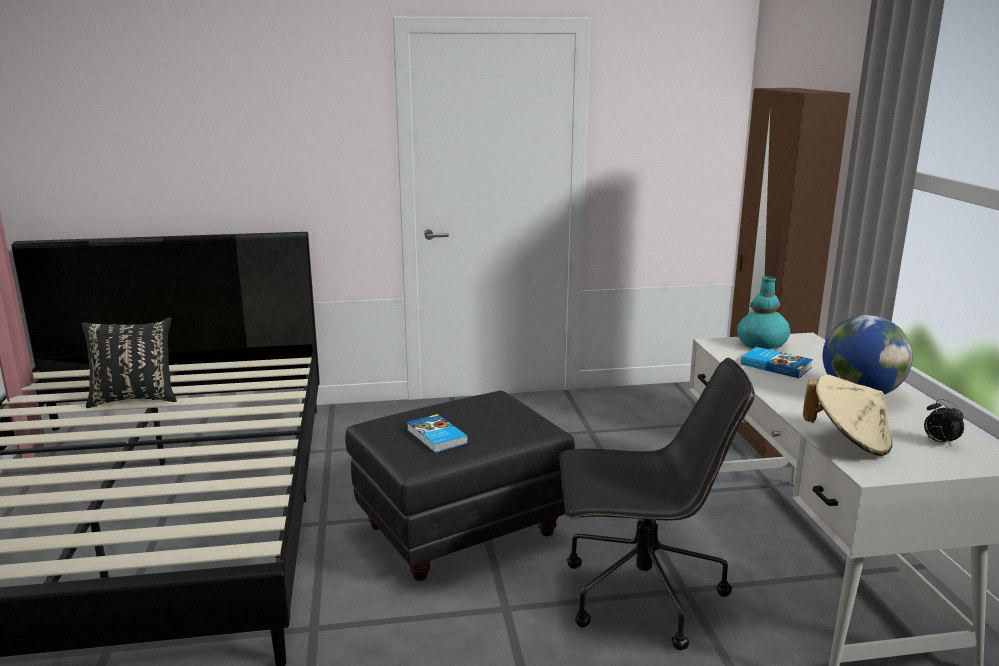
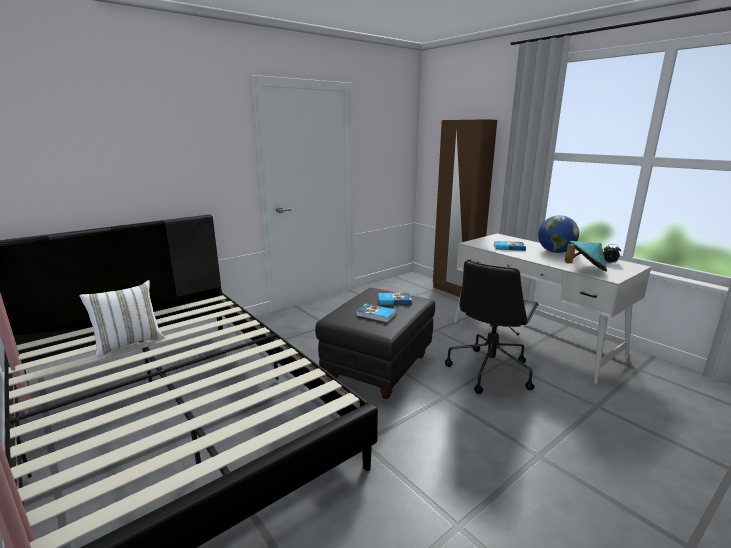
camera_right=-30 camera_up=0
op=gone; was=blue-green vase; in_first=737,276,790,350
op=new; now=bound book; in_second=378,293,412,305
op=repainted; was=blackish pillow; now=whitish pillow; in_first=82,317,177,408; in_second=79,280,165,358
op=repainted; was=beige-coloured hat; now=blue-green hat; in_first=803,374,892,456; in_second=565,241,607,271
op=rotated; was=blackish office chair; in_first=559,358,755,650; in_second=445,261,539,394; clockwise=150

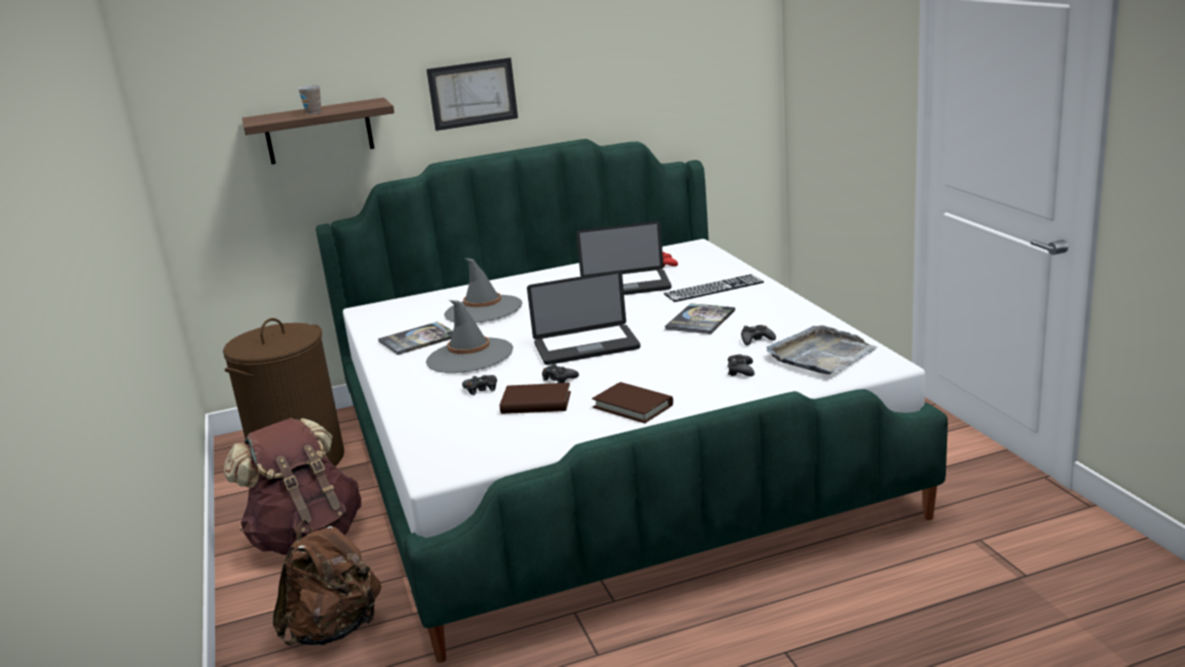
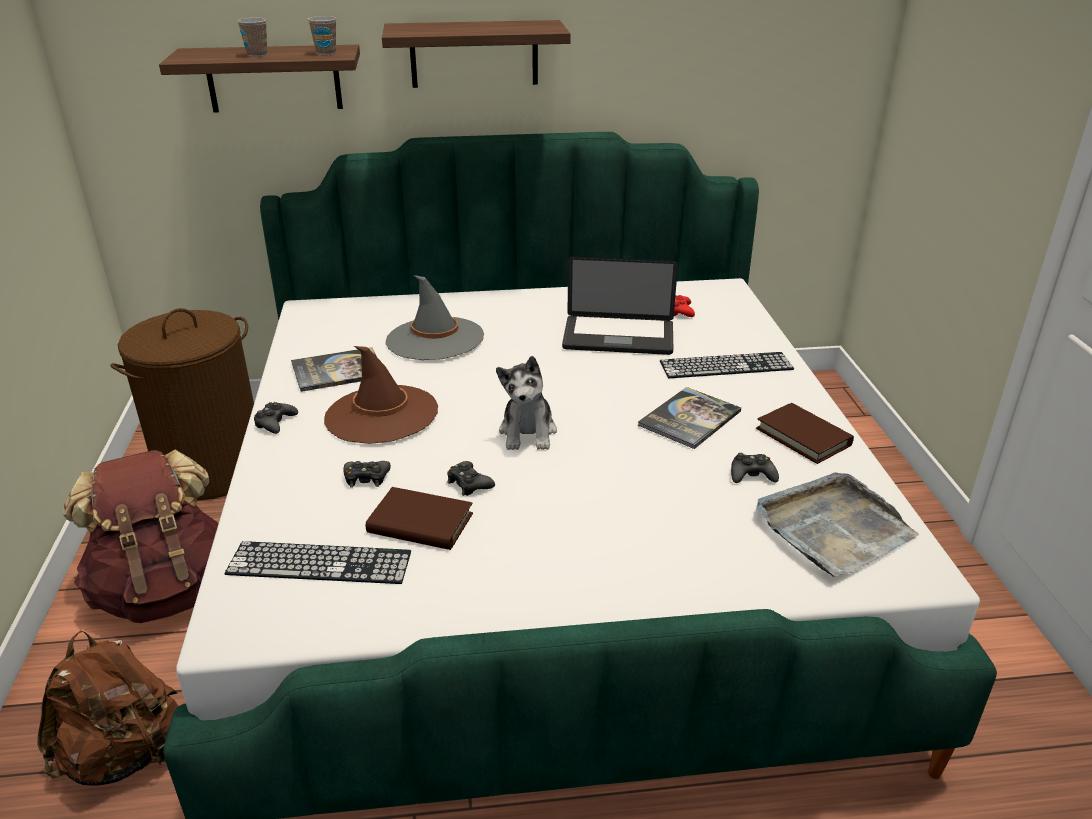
camera_right=10 camera_up=10
op=new; now=keyboard; in_second=224,541,411,584
op=new; now=small cup; in_second=308,16,337,55
op=shifted; was=brownish bound book; in_first=592,382,673,423; in_second=756,403,854,464
op=shifted; was=blackish gamepad; in_first=727,354,755,376; in_second=254,402,298,434
op=swapped; was=wall art; now=wall shelf; in_first=426,58,518,131; in_second=382,20,571,88
op=swapped; was=laptop; now=cuddly toy; in_first=527,271,640,365; in_second=496,356,557,450
op=repainted; was=greyish hat; now=brownish hat; in_first=426,300,513,373; in_second=324,346,438,444

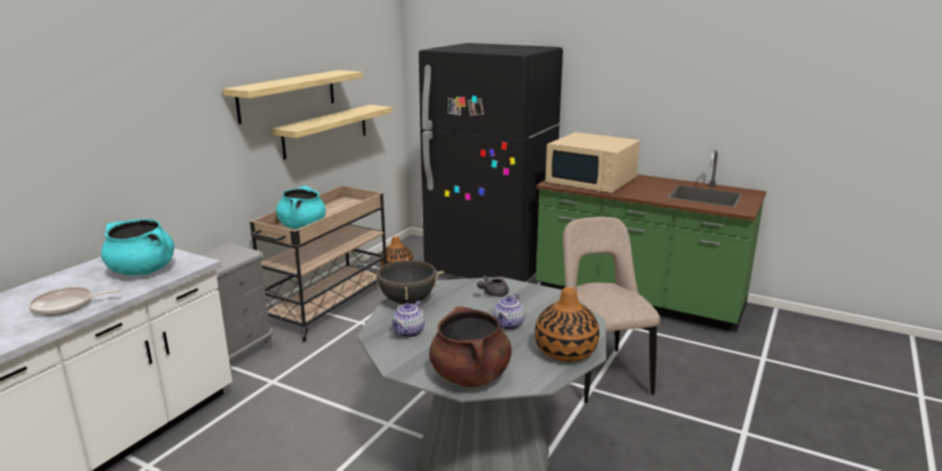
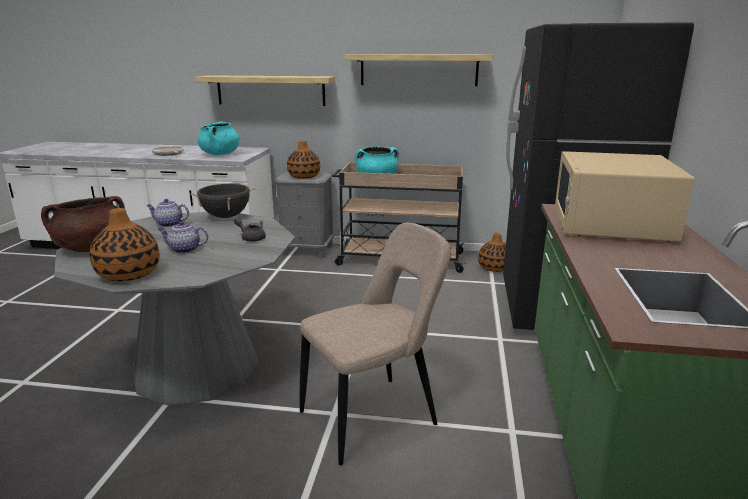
camera_right=70 camera_up=0
op=new; now=vase; in_second=287,141,320,179
op=shifted; was=wall shelf; in_first=271,105,393,160; in_second=195,75,335,106

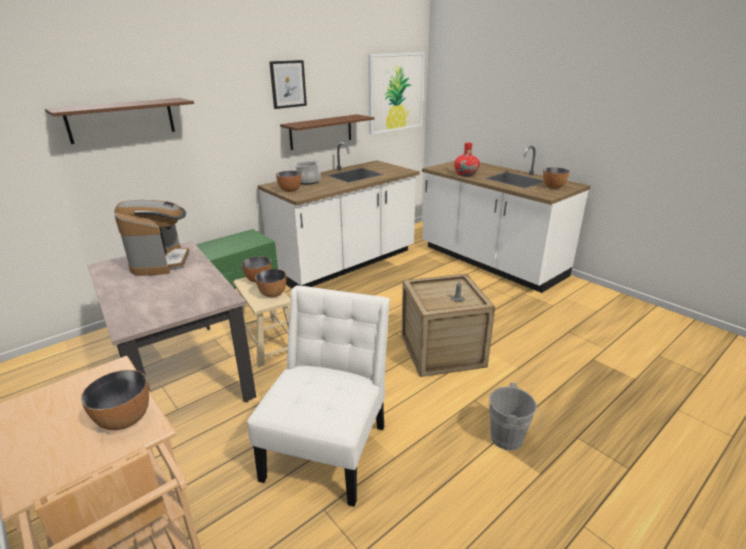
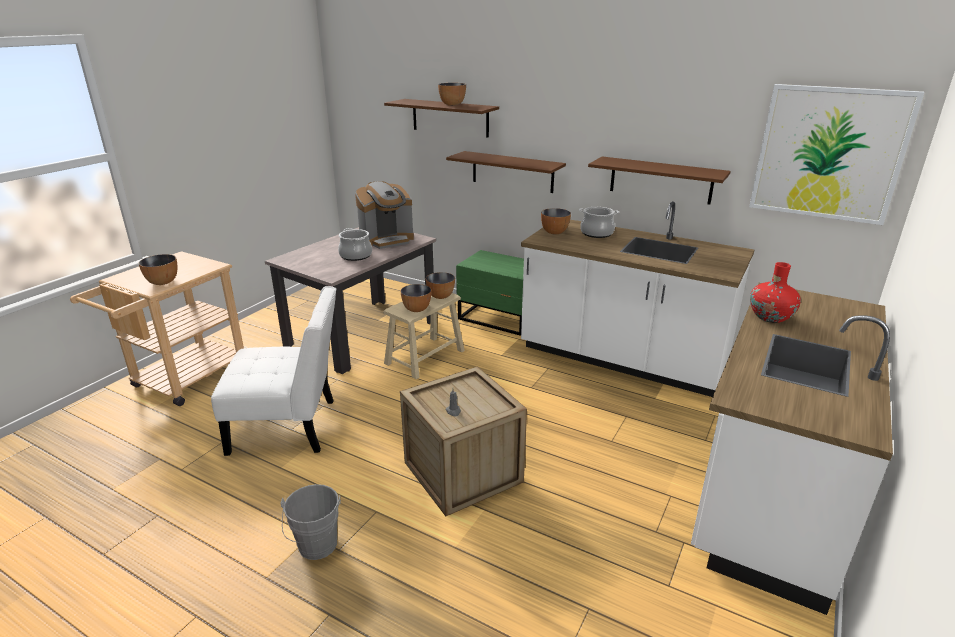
camera_right=70 camera_up=0
op=gone; was=wall art; in_first=269,60,307,109
op=new; now=stockpot; in_second=338,228,372,261
op=new; now=brownish wall shelf; in_second=446,151,566,193
op=shifted; was=serving bowl; in_first=543,167,570,189; in_second=438,83,466,106

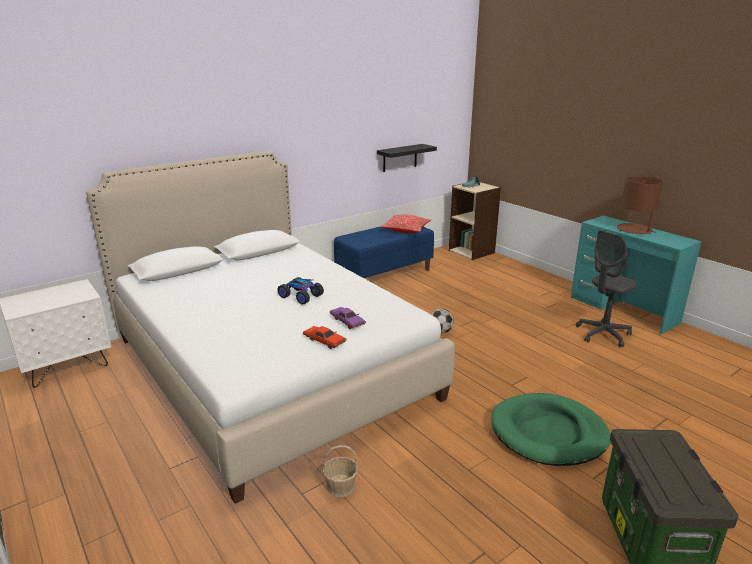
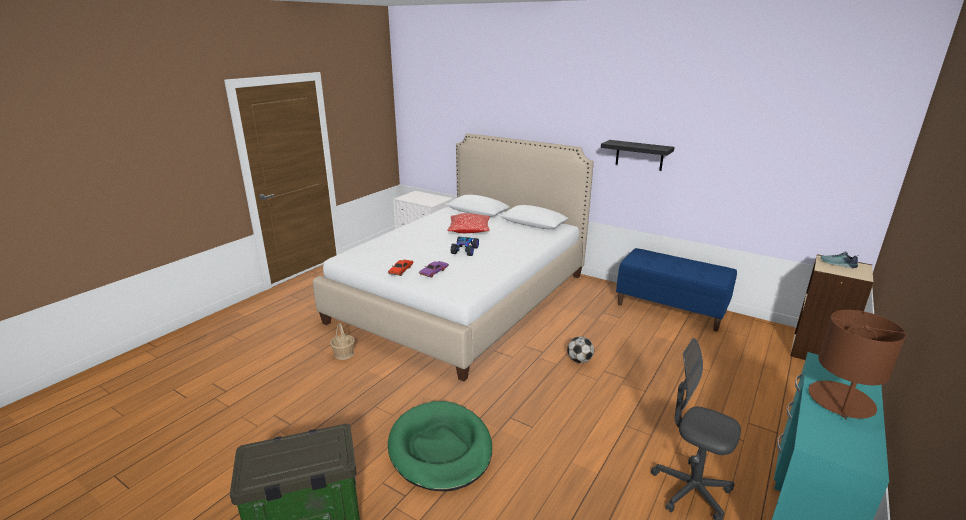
camera_right=70 camera_up=0
op=shifted; was=blackish wall shelf; in_first=377,144,437,172; in_second=601,140,675,171
op=shifted; was=pillow; in_first=381,215,431,233; in_second=447,213,490,233

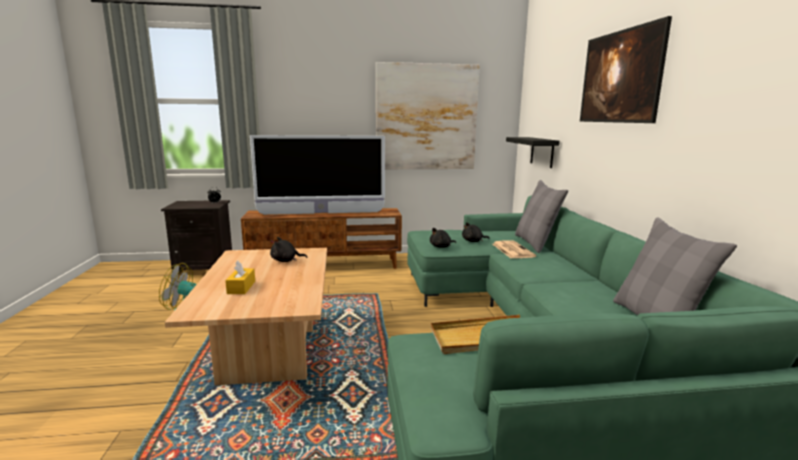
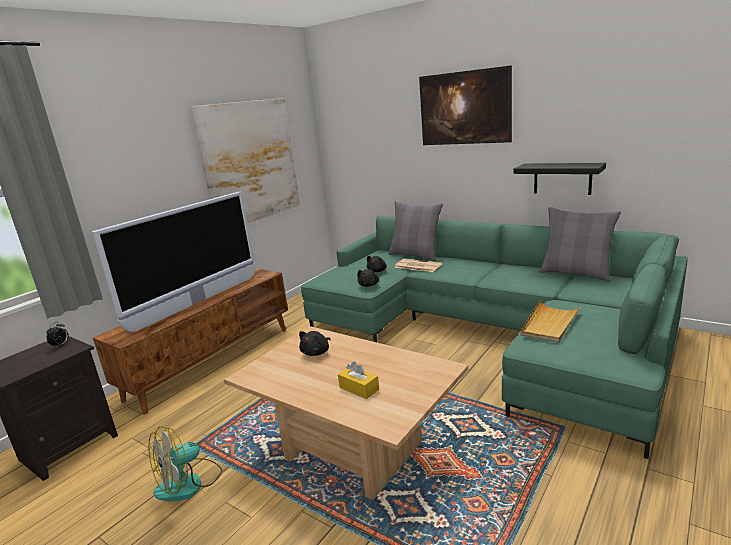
camera_right=-45 camera_up=5
op=shifted; was=blackish wall shelf; in_first=506,137,560,168; in_second=514,163,606,195

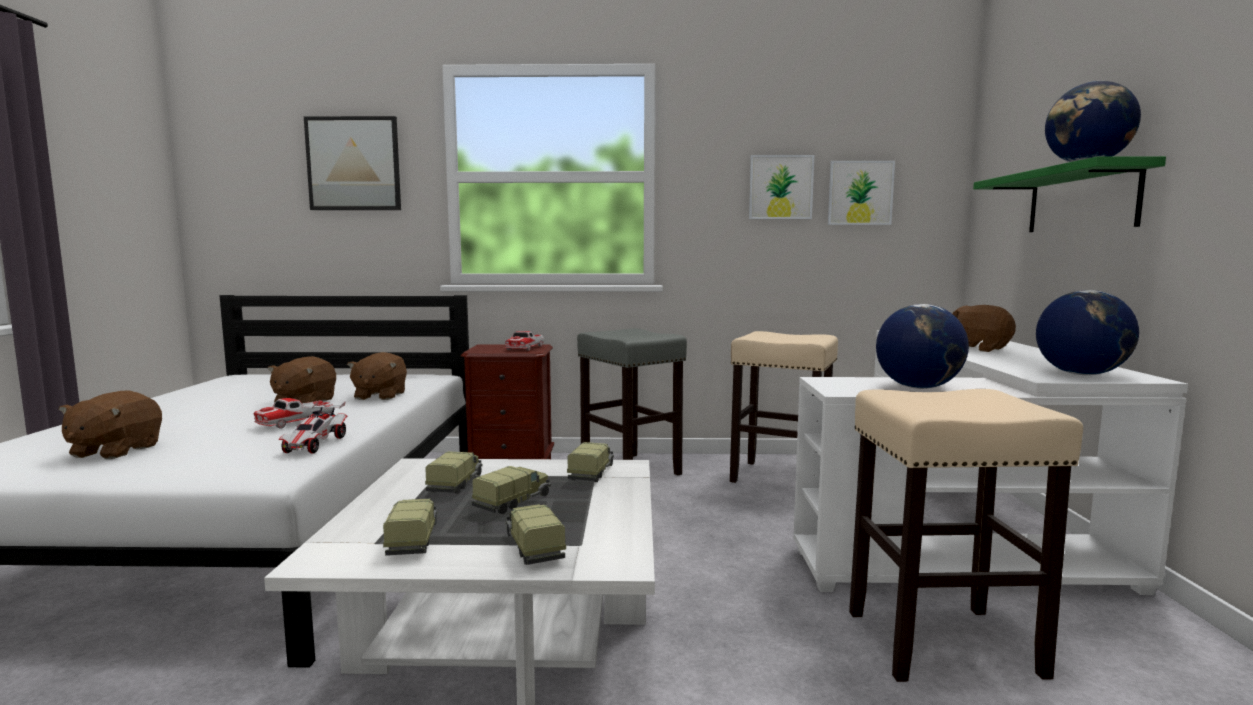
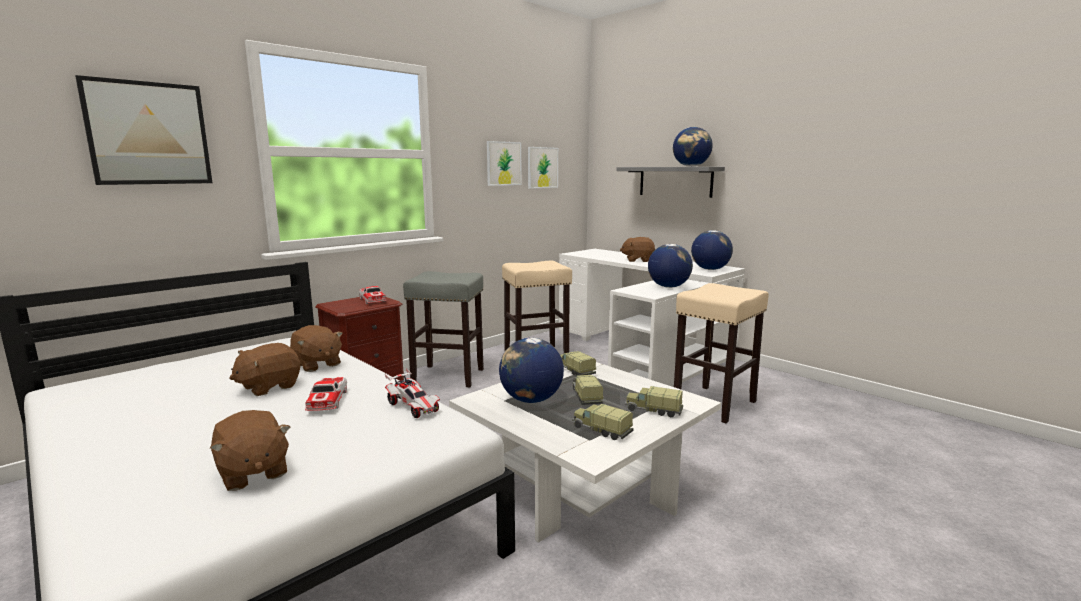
camera_right=-45 camera_up=5
op=swapped; was=model truck; now=globe; in_first=425,451,483,494; in_second=499,338,564,403
op=repainted; was=greenish wall shelf; now=greyish wall shelf; in_first=973,156,1166,232; in_second=616,167,725,198
op=rotated; was=brownish cuddly toy; in_first=267,356,336,403; in_second=230,343,300,396; clockwise=75

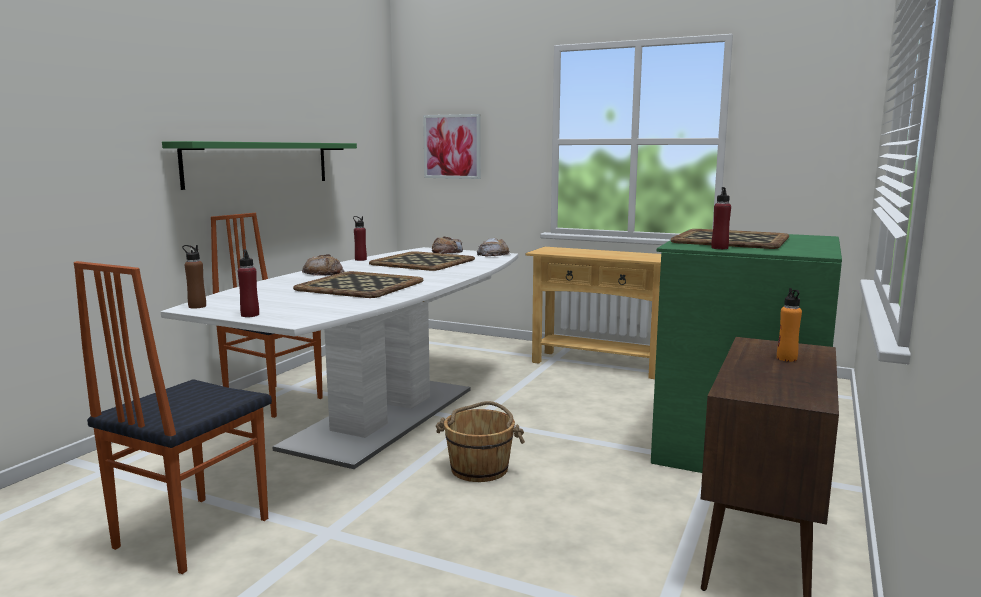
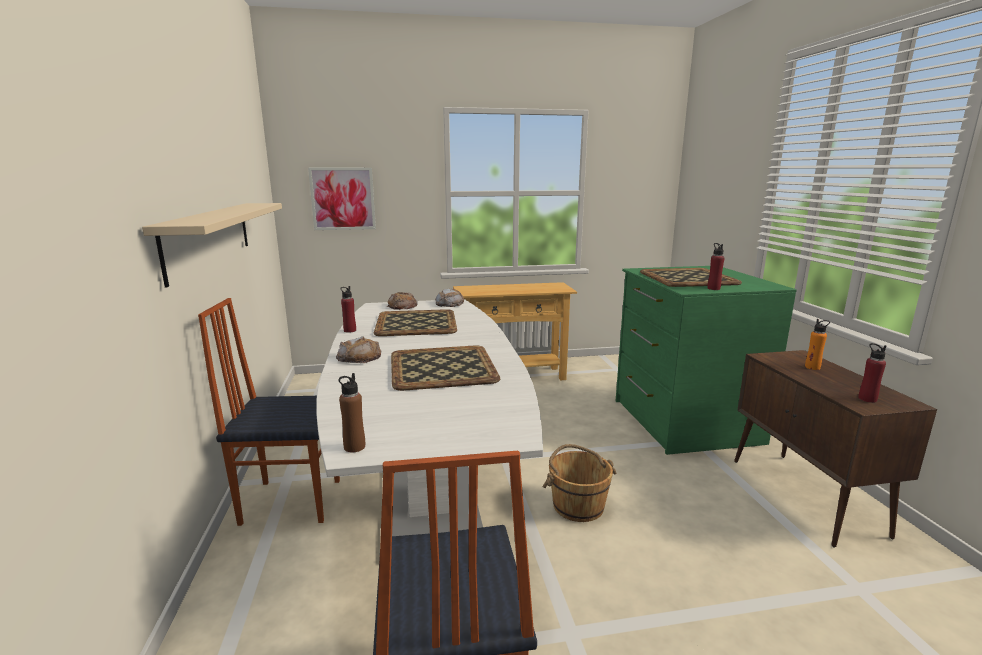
camera_right=-35 camera_up=5
op=shifted; was=red drink bottle; in_first=238,249,259,317; in_second=858,343,886,403
op=repainted; was=greenish wall shelf; now=beige-coloured wall shelf; in_first=162,141,357,190; in_second=142,203,282,287

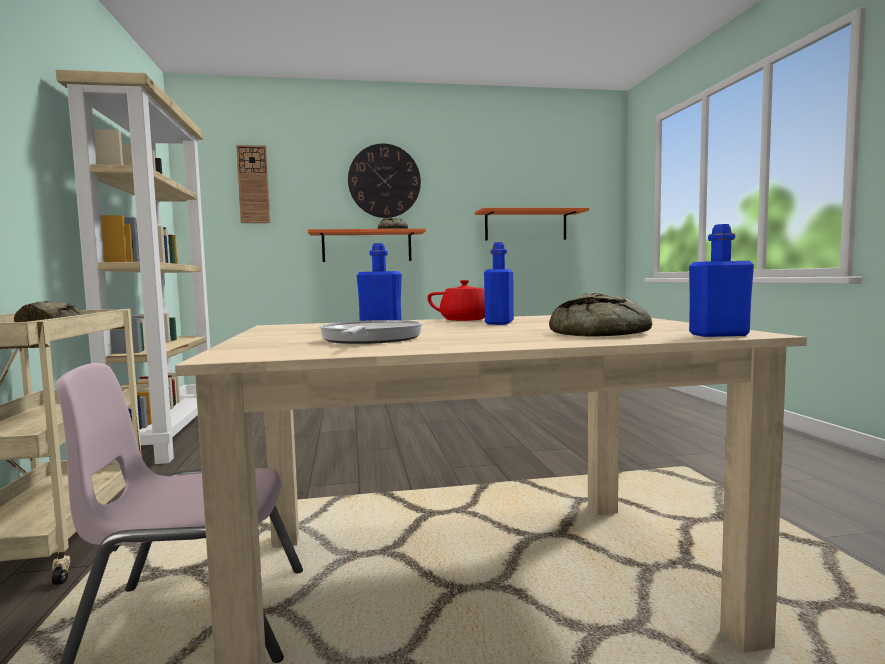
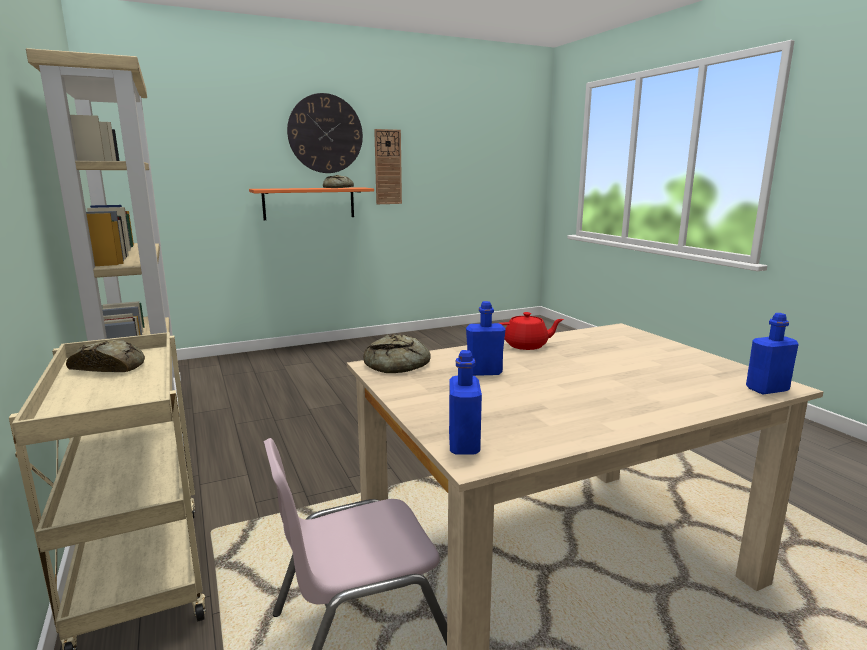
camera_right=-15 camera_up=10
op=gone; was=frying pan; in_first=319,320,422,344
op=gone; was=orange wall shelf; in_first=475,208,589,240
op=shifted; was=hanging clock; in_first=236,145,270,223; in_second=374,129,402,204
op=shifted; was=blue-coloured drink bottle; in_first=484,242,514,325; in_second=449,350,482,454
op=shifted; was=baked bread; in_first=549,293,652,336; in_second=363,334,431,373

